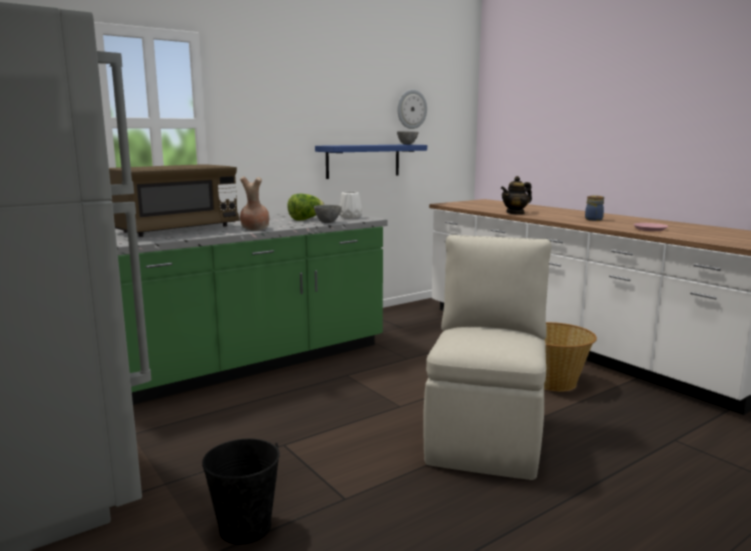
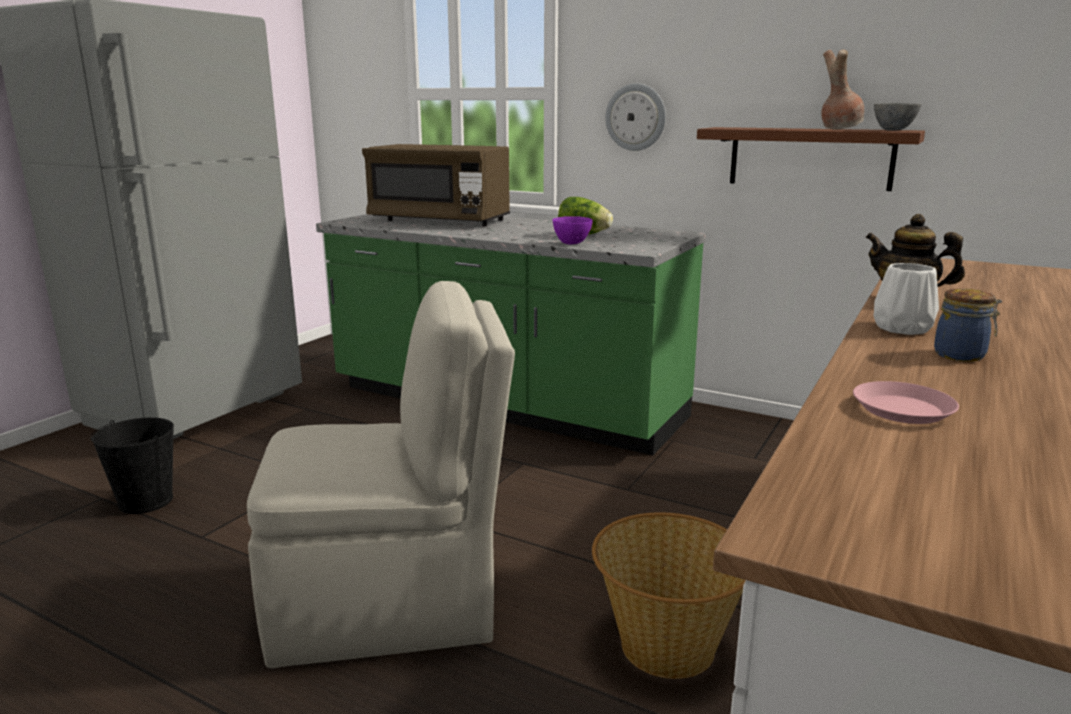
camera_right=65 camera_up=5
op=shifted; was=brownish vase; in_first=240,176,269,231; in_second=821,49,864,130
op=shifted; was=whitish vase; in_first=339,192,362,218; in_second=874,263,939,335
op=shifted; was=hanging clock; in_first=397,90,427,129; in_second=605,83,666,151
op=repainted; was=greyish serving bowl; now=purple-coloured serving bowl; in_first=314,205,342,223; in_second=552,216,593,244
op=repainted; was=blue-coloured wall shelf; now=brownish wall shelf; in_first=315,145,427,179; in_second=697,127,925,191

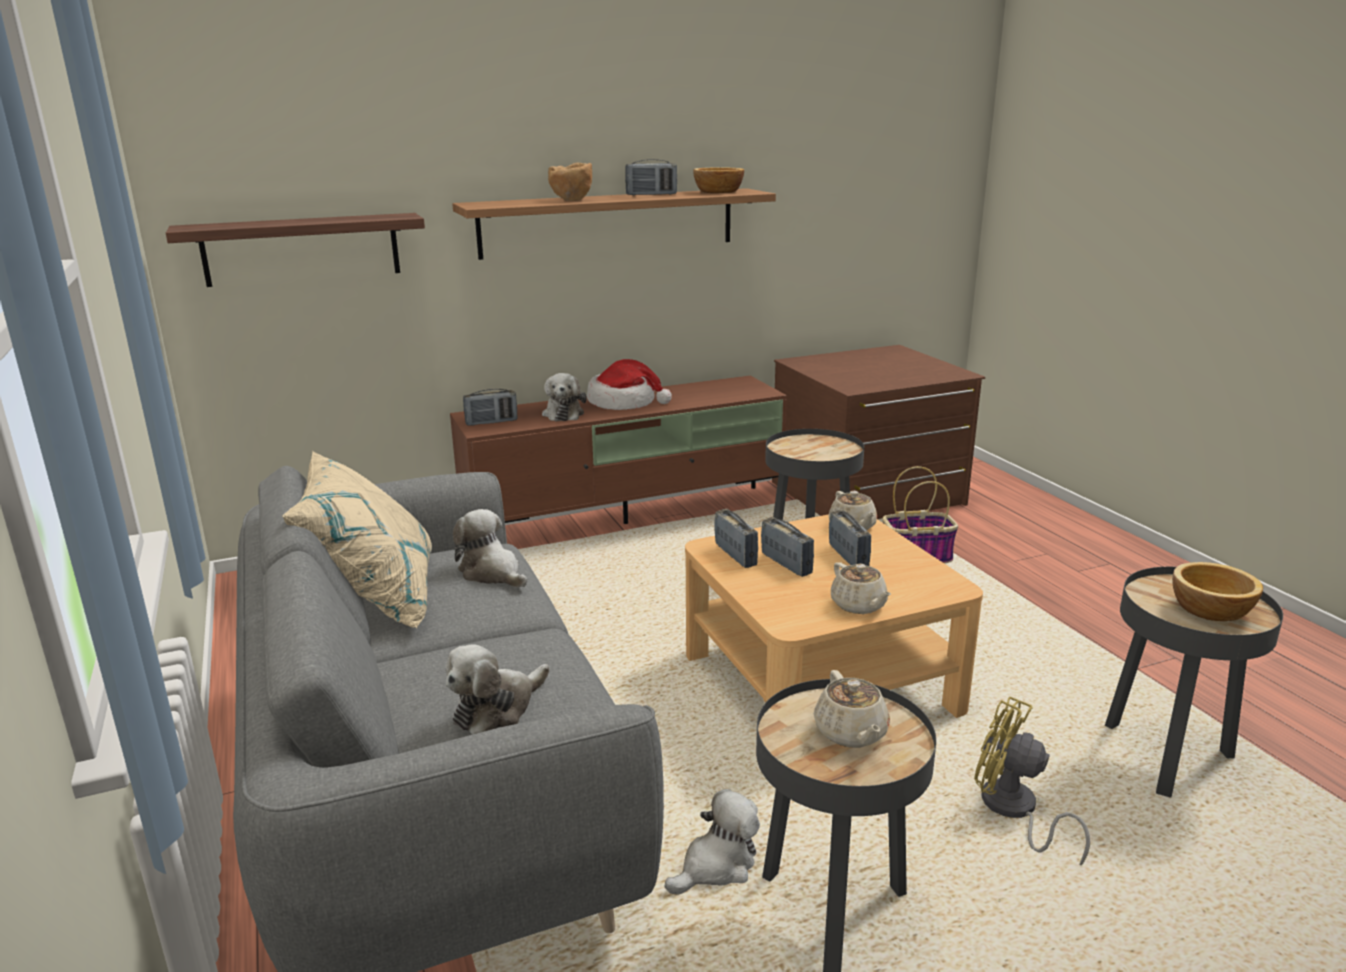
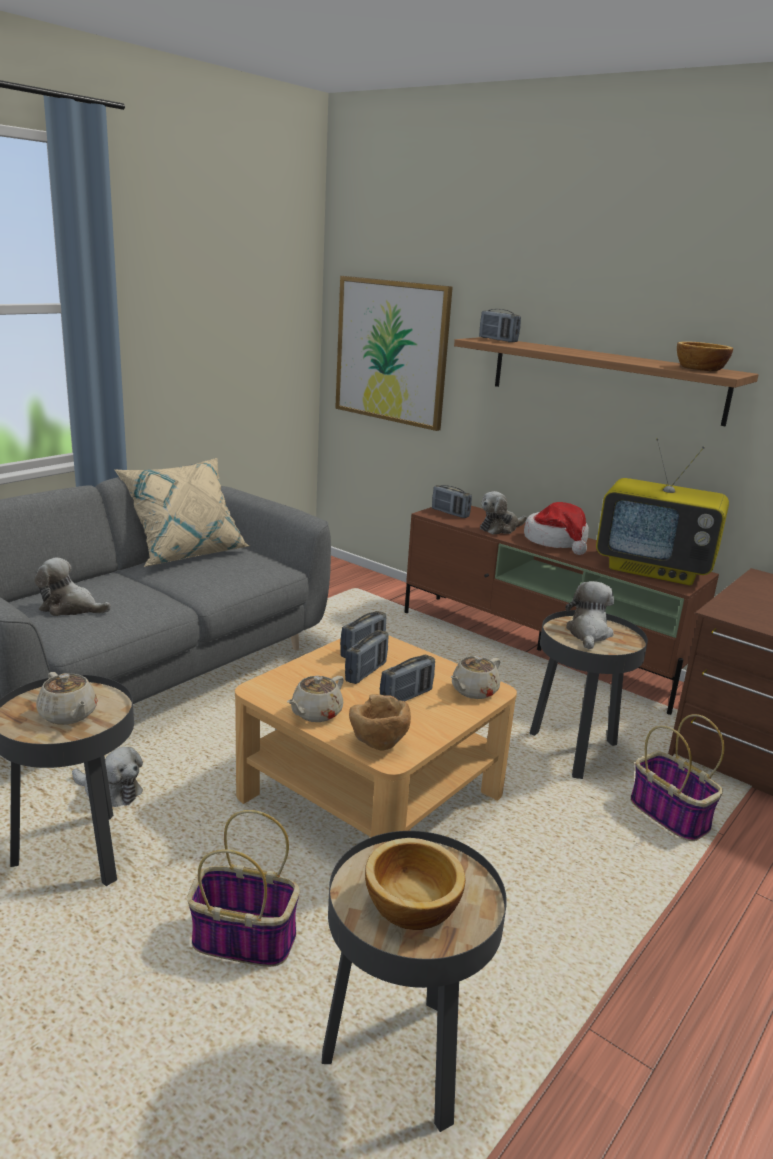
camera_right=60 camera_up=0
op=new; now=television; in_second=596,438,729,585
op=shifted; was=cuddly toy; in_first=453,509,527,588; in_second=565,581,614,650
op=shifted; was=brownish serving bowl; in_first=548,163,592,201; in_second=349,694,411,750
op=shifted; was=radio; in_first=625,159,677,196; in_second=479,309,521,342
op=swapped; was=wall shelf; now=wall art; in_first=166,213,425,287; in_second=335,276,453,431
op=swapped; was=yellowish cooling fan; now=household basket; in_first=974,697,1090,866; in_second=187,810,300,967
op=rotated; was=beige-coloured tea pot; in_first=814,670,890,748; in_second=36,672,98,725; clockwise=-90

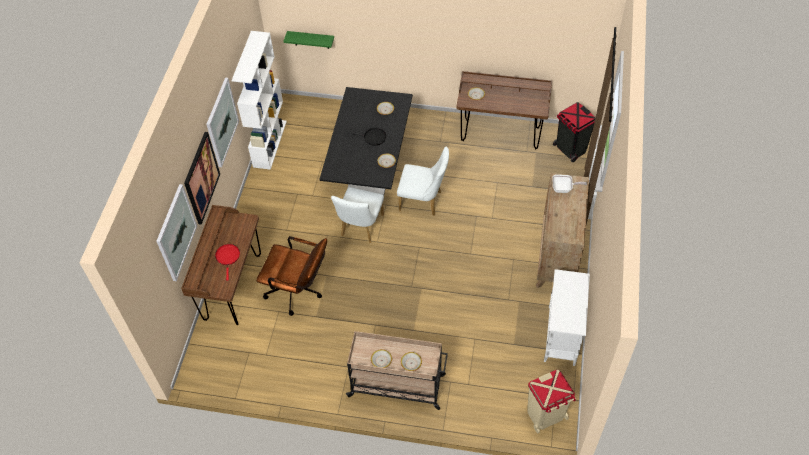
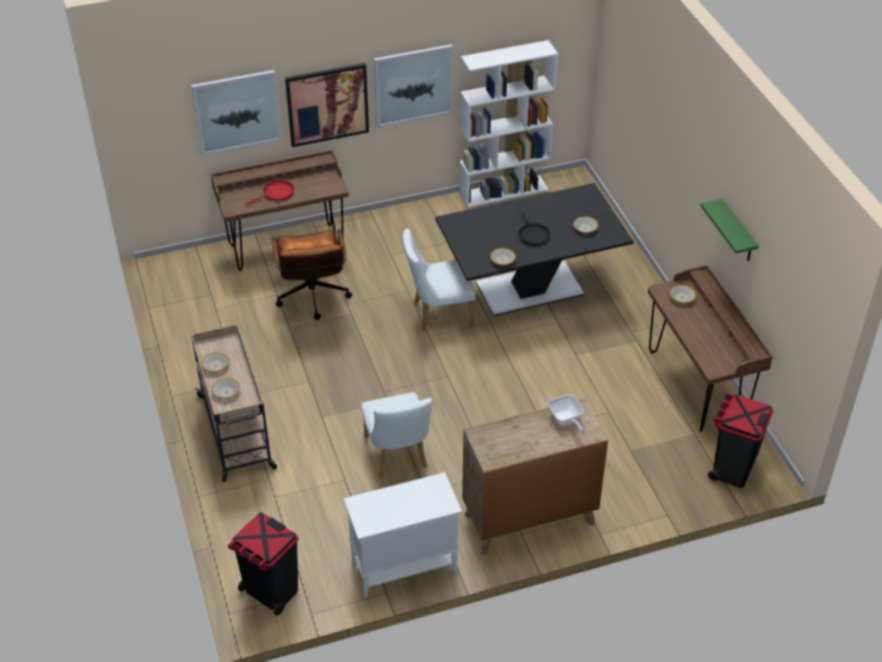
camera_right=60 camera_up=-10
op=shifted; was=greenish wall shelf; in_first=283,31,334,49; in_second=700,199,759,261
op=shifted; was=whitish chair; in_first=397,147,449,216; in_second=361,392,432,477
op=repainted; was=beige-coloured trash can; now=blackish trash can; in_first=528,370,576,433; in_second=228,512,299,616

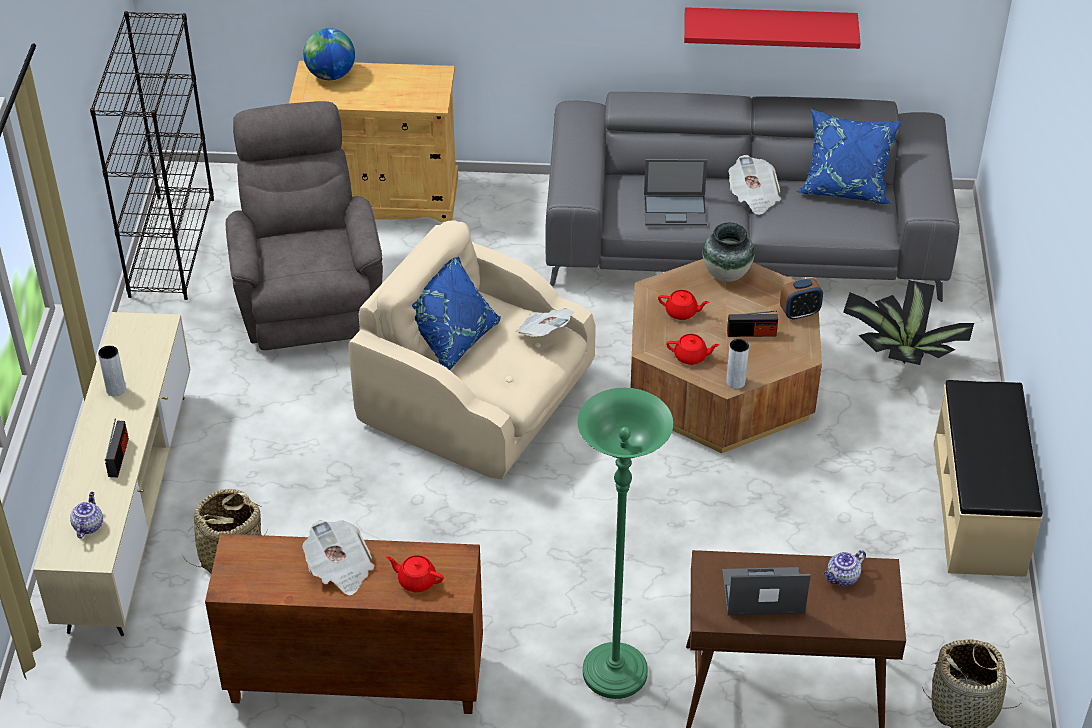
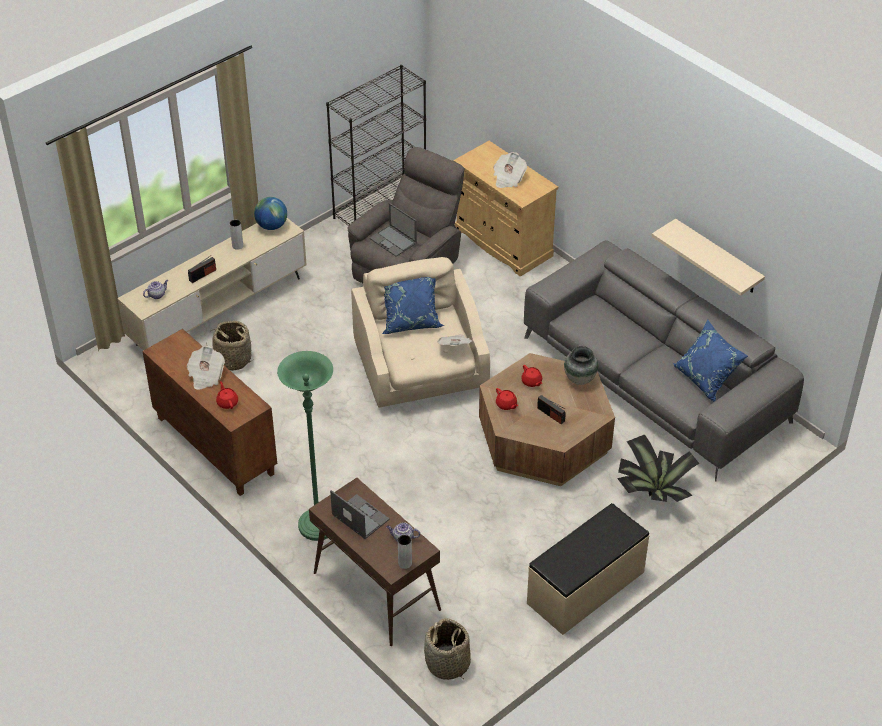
camera_right=45 camera_up=0
op=gone; was=bedside clock; in_first=780,278,823,320
op=shifted; was=globe; in_first=303,28,355,80; in_second=254,197,287,230
op=shifted; was=laptop; in_first=644,159,707,226; in_second=369,203,417,257
op=shifted; was=greyish vase; in_first=726,339,749,389; in_second=398,535,412,569
op=shifted; was=newspaper; in_first=729,155,781,215; in_second=493,152,527,188
op=repainted; was=red wall shelf; now=beige-coloured wall shelf; in_first=684,7,861,49; in_second=652,219,765,296

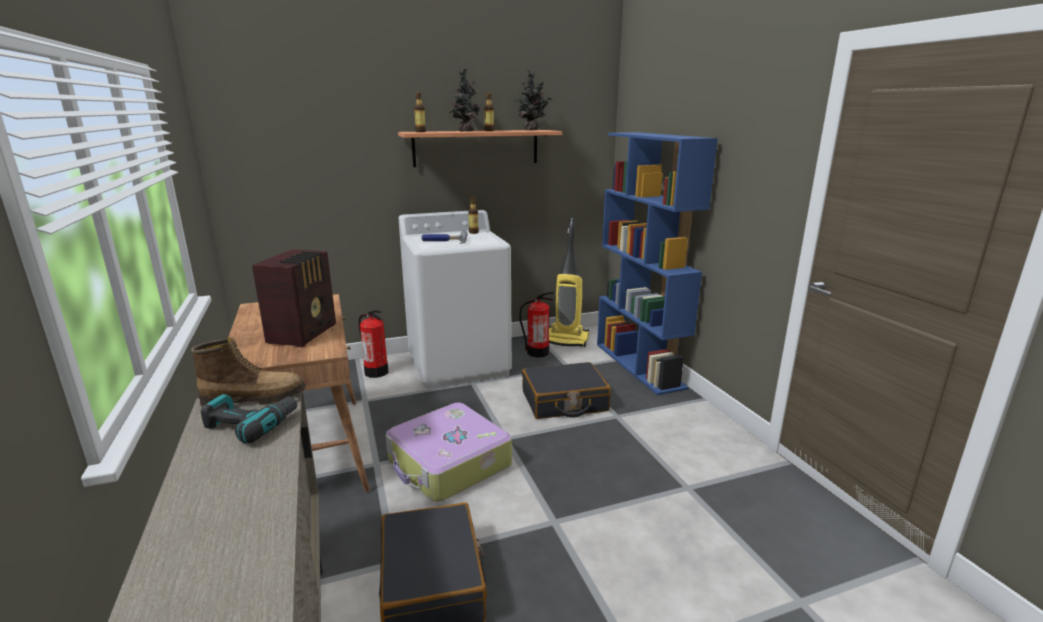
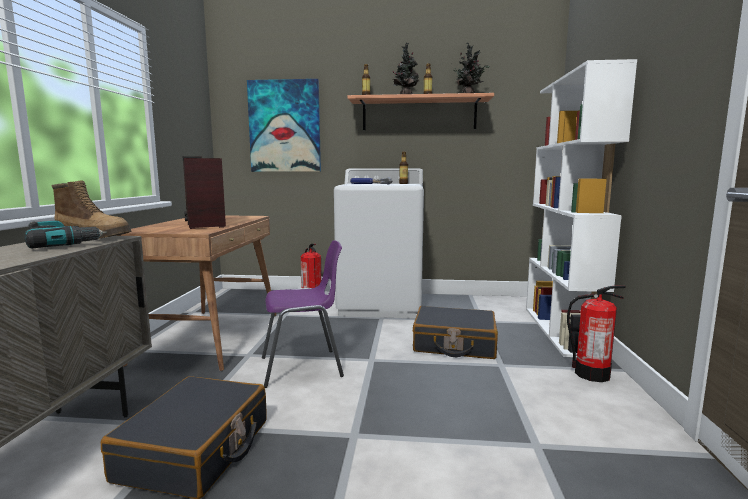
camera_right=25 camera_up=-10
op=gone; was=vacuum; in_first=549,218,589,347
op=new; now=wall art; in_second=247,79,321,172
op=shifted; was=fire extinguisher; in_first=519,292,554,358; in_second=567,286,626,382
op=swapped; was=travel case; now=purple-coloured chair; in_first=386,403,512,502; in_second=262,240,344,388
op=repainted; was=blue-coloured bookcase; now=whitish bookcase; in_first=597,132,718,395; in_second=526,59,637,357
op=rotated; was=radio; in_first=252,249,336,347; in_second=182,156,226,229; clockwise=120

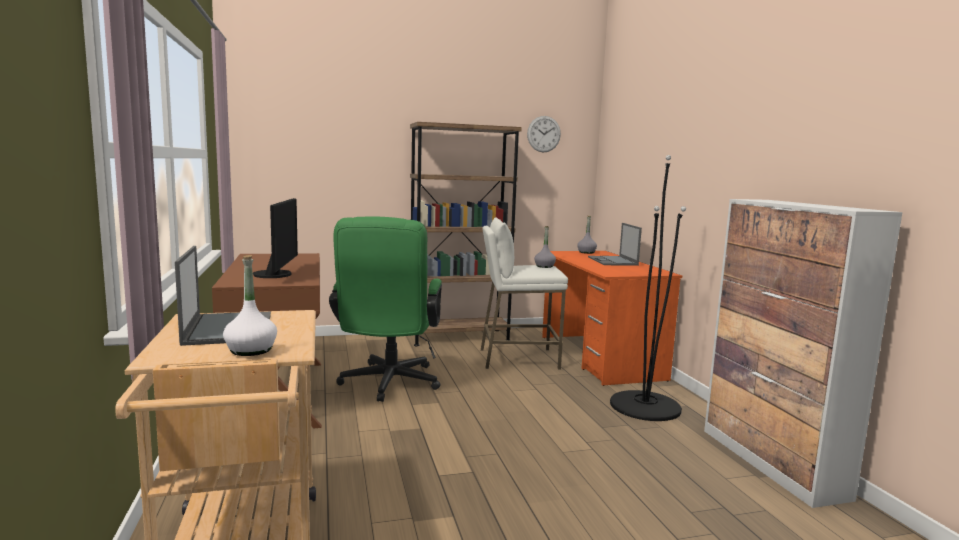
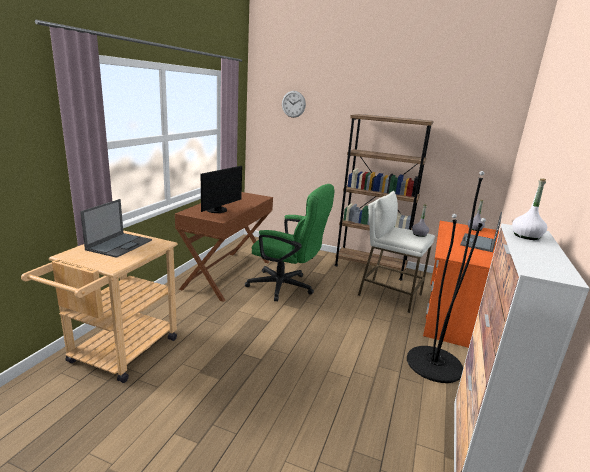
camera_right=35 camera_up=10
op=shifted; was=whitish drink bottle; in_first=223,255,277,356; in_second=512,179,547,240
op=shifted; was=hanging clock; in_first=527,116,561,152; in_second=282,91,306,118
op=rotated; was=greenish office chair; in_first=329,216,442,402; in_second=245,184,334,302; clockwise=-105

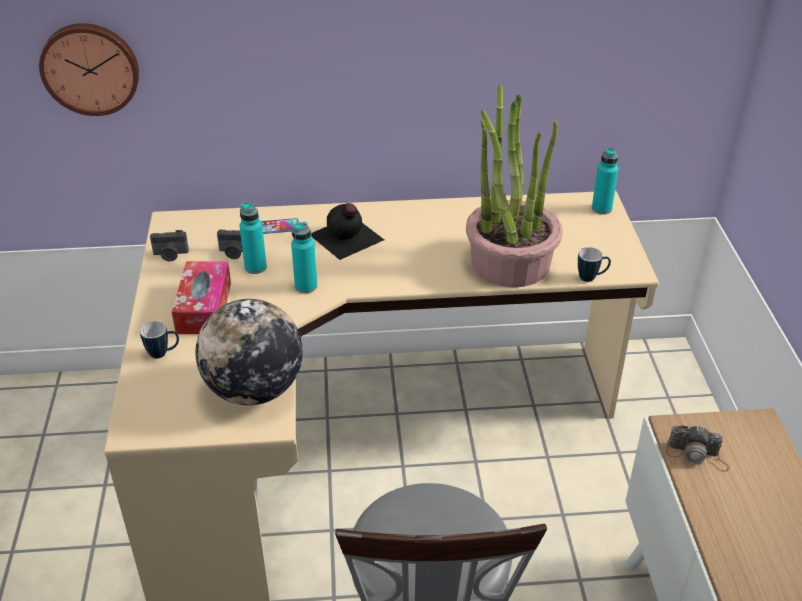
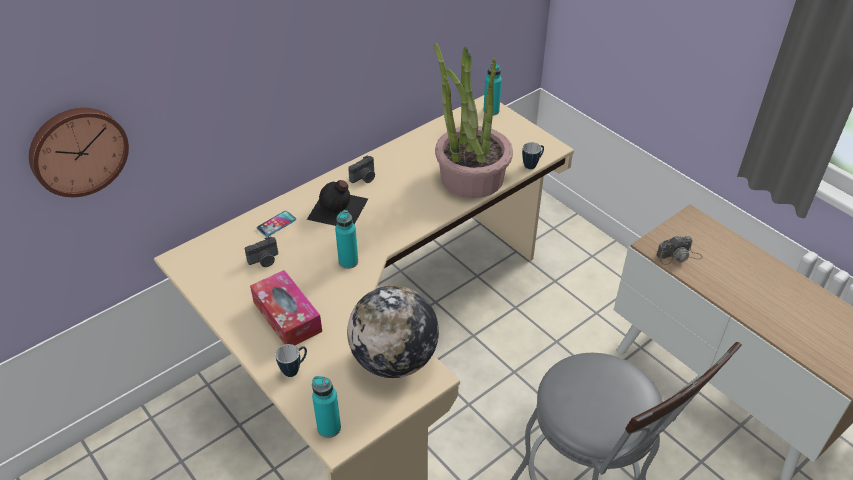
camera_right=-35 camera_up=5
op=shifted; was=still camera; in_first=150,230,189,261; in_second=348,155,375,183
op=shifted; was=blue-green drink bottle; in_first=239,202,267,274; in_second=312,376,341,438

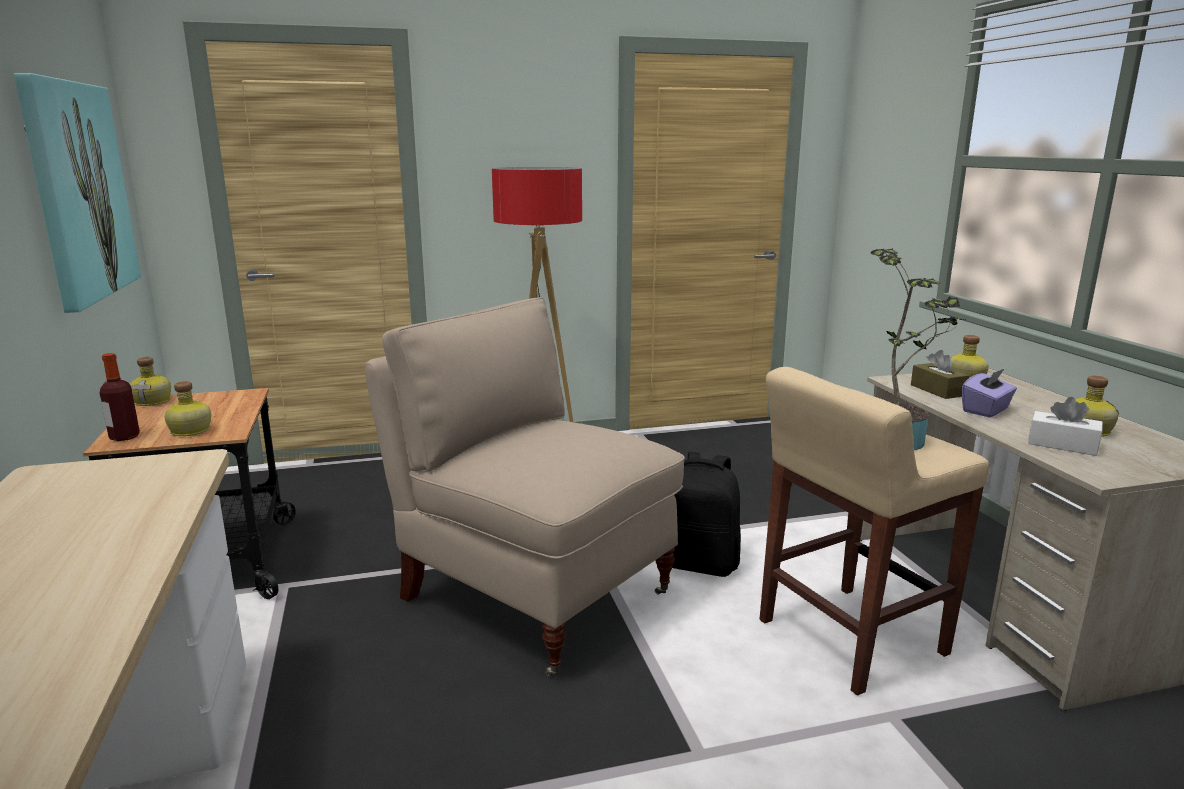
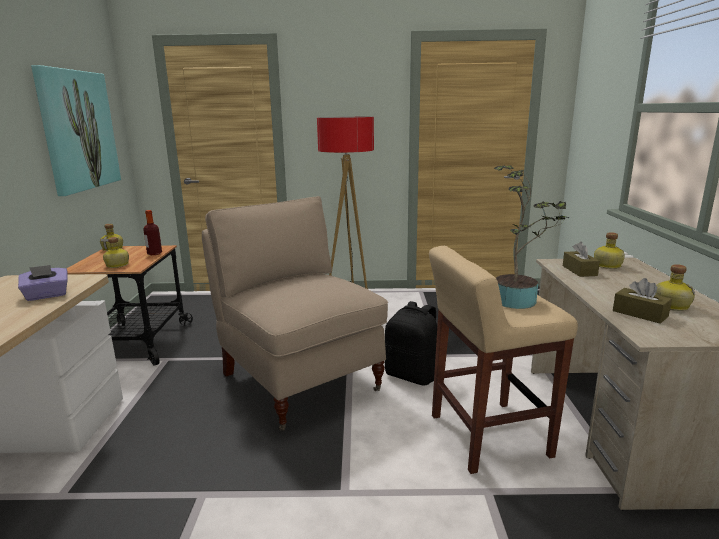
camera_right=15 camera_up=0
op=shifted; was=drink bottle; in_first=100,353,140,441; in_second=143,210,162,255
op=shifted; was=purple-coloured box of tissues; in_first=962,368,1017,418; in_second=18,265,68,301
op=repainted; was=whitish box of tissues; now=brownish box of tissues; in_first=1028,397,1103,456; in_second=613,278,672,324

